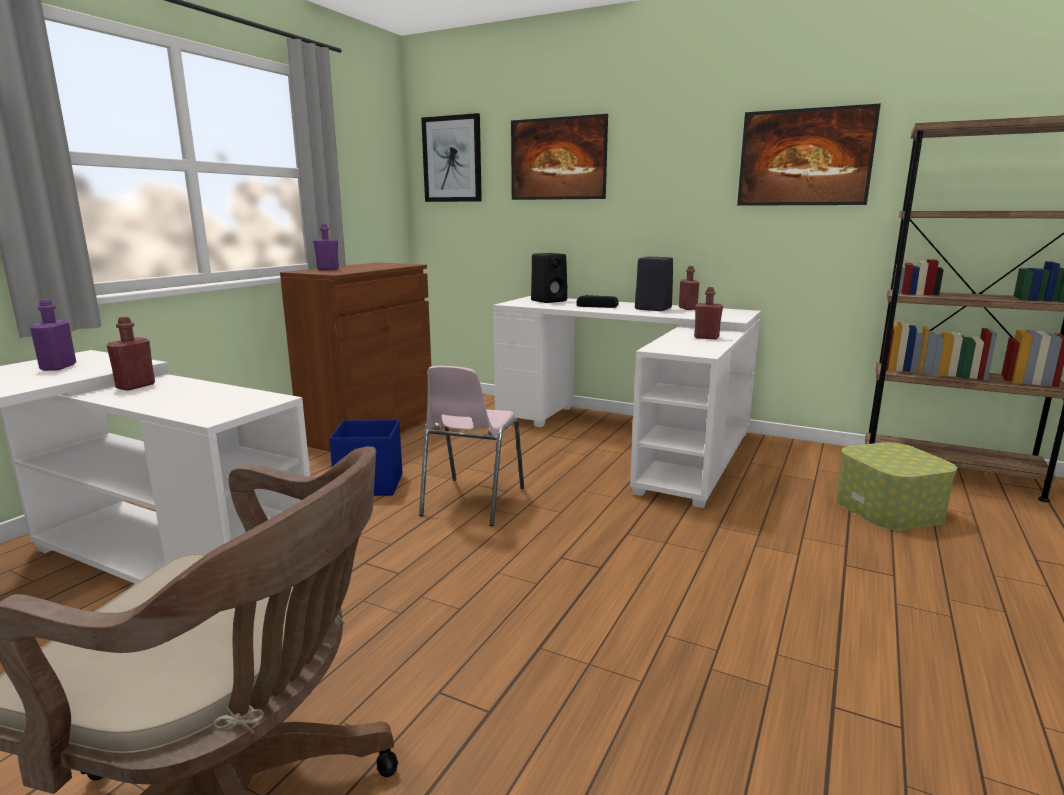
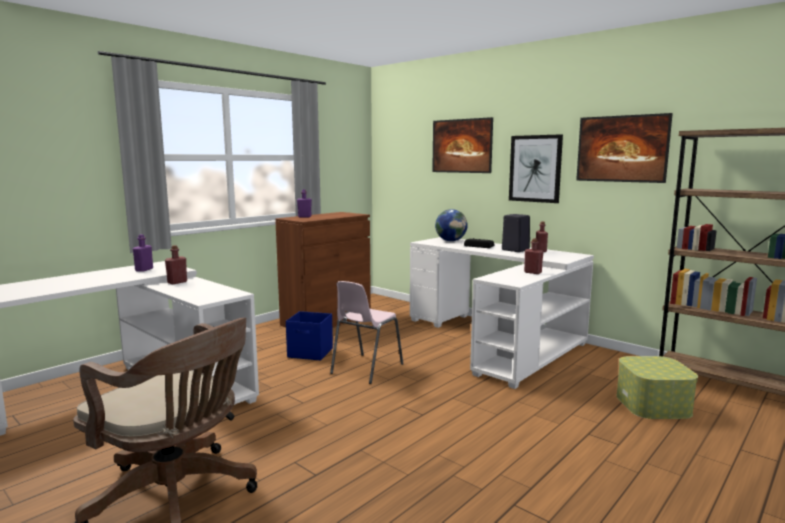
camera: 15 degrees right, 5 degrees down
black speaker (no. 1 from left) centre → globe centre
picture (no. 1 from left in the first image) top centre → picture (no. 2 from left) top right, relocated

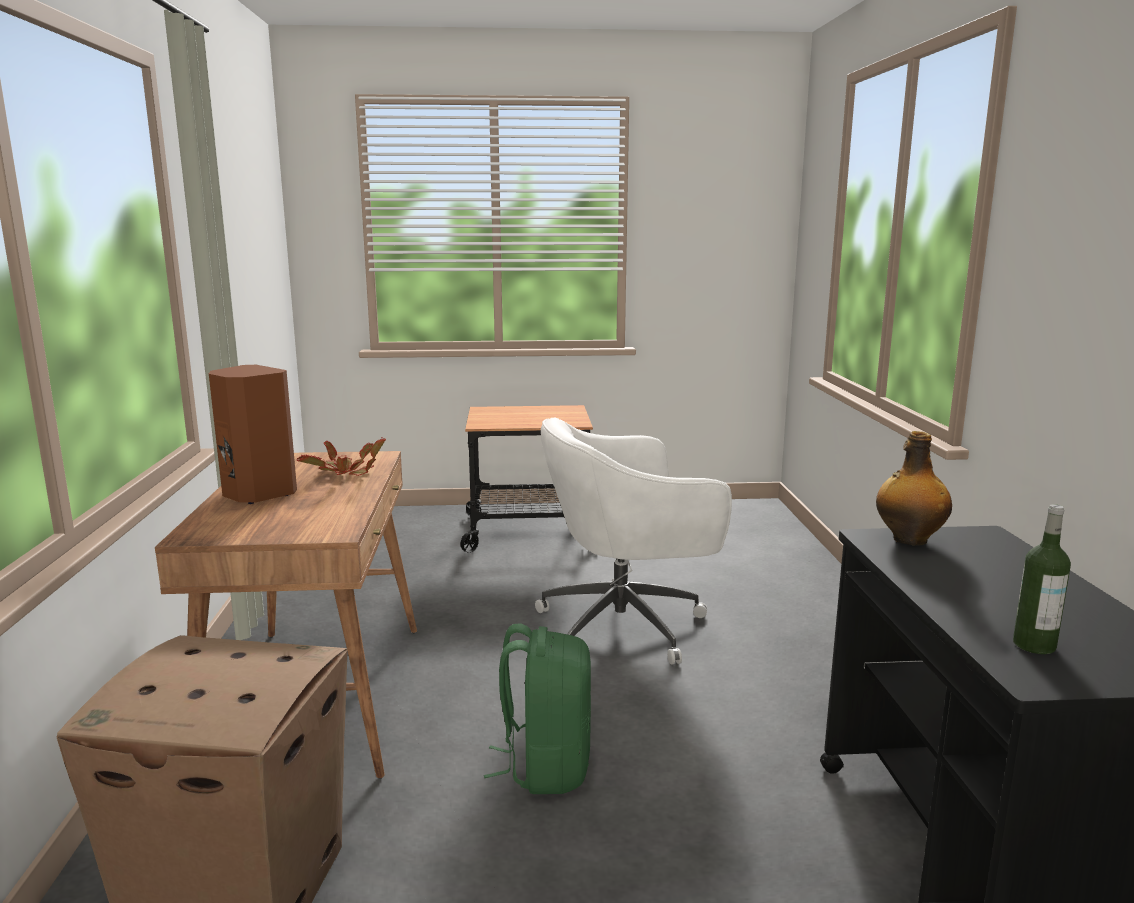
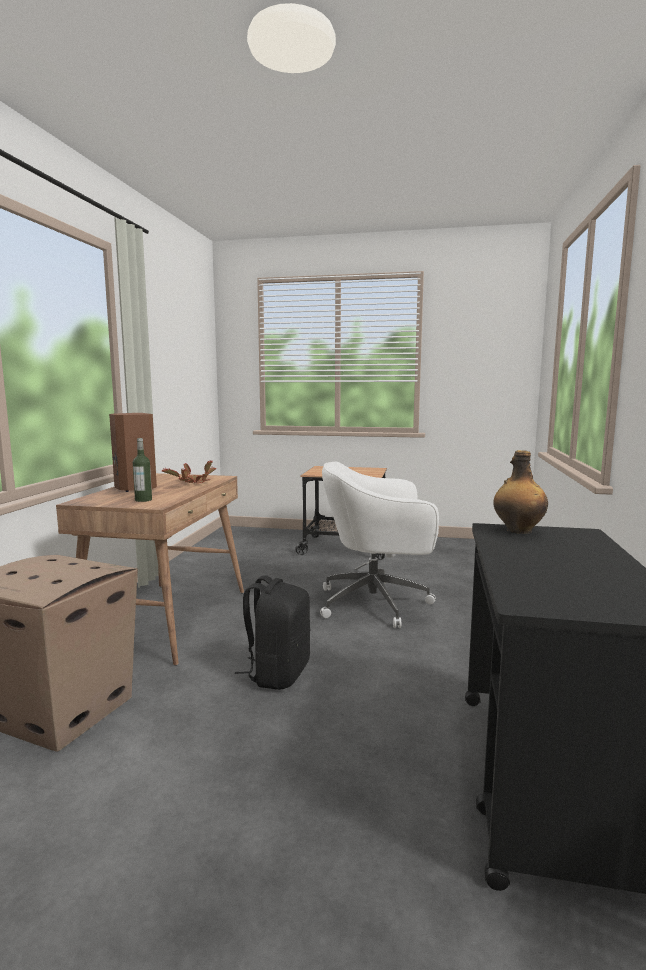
camera: 15 degrees right, 5 degrees down
bottle (no. 2 from left in the first image) middle right → bottle (no. 1 from left) middle left, relocated
green backpack bottom centre → black backpack centre

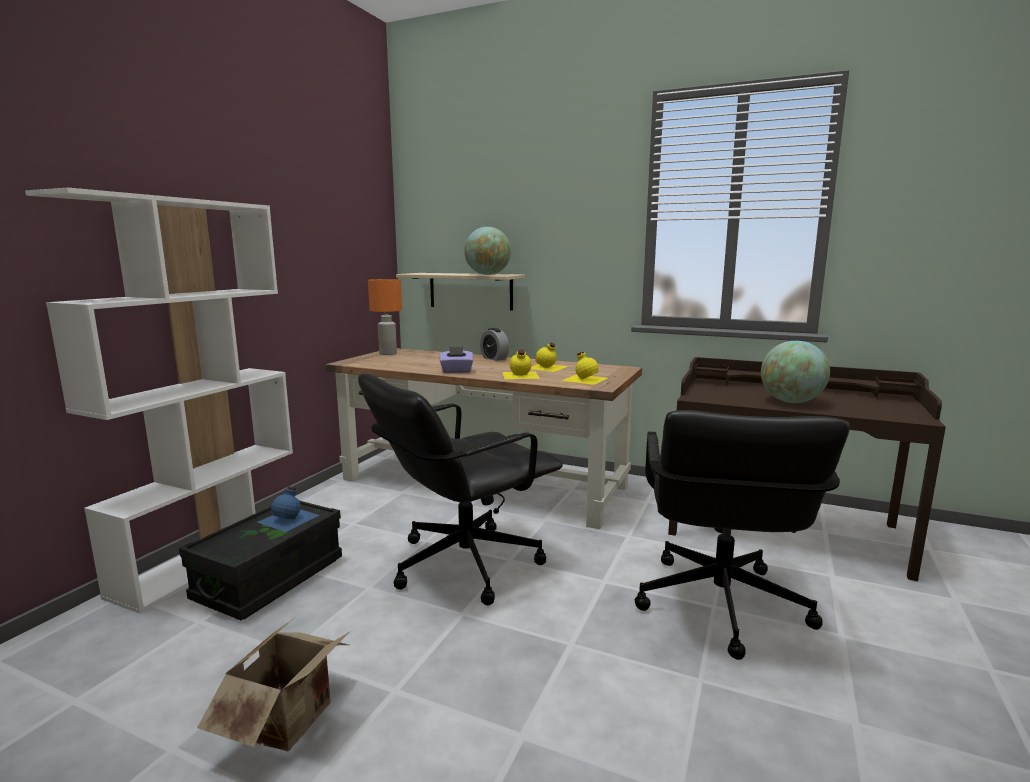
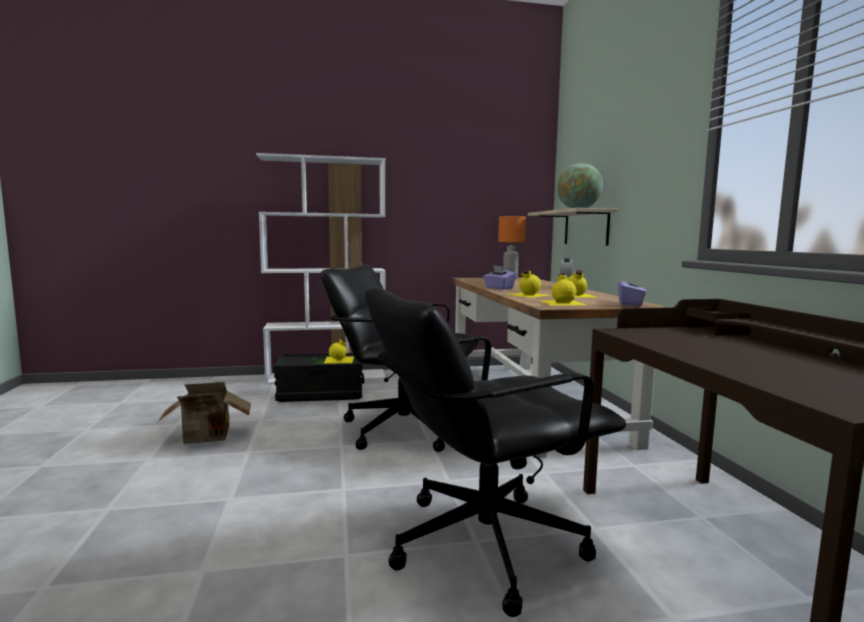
camera: 55 degrees right, 5 degrees down
blue bottle middle left → yellow bottle (no. 1 from left) centre
- → purple tissue box (no. 2 from left) middle right
globe (no. 2 from left) middle right → -

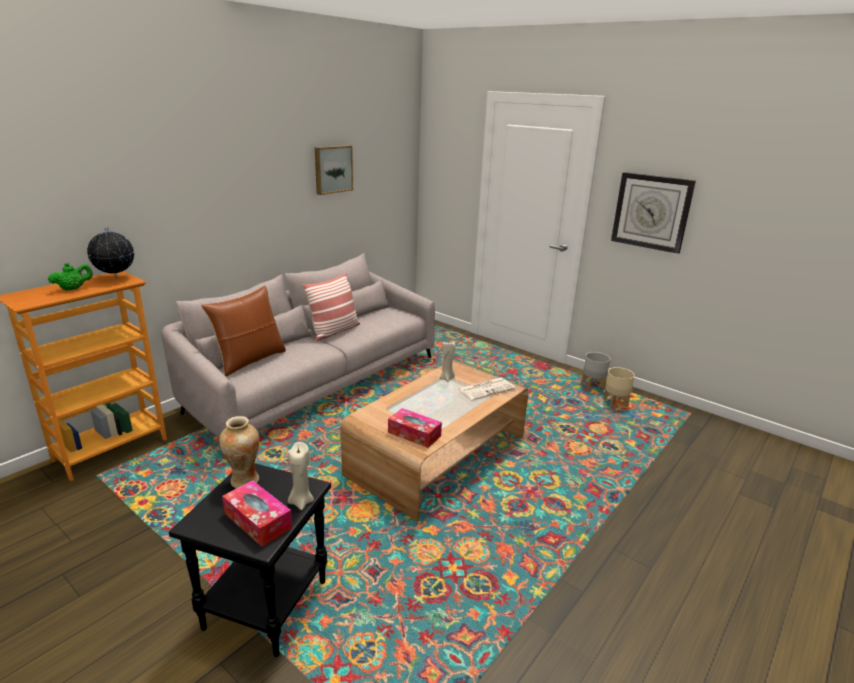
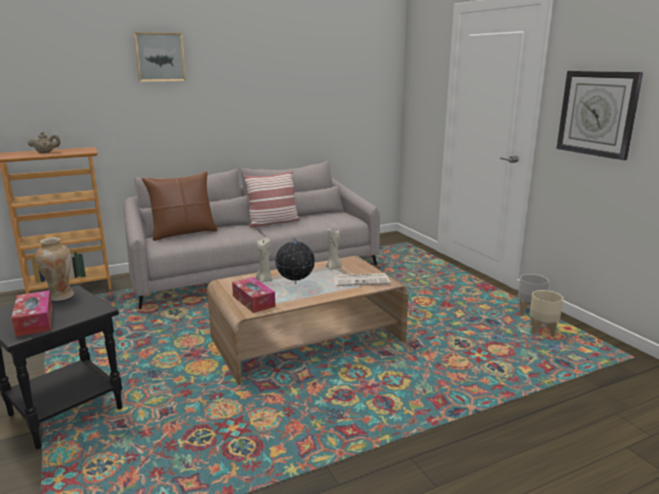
camera: 25 degrees right, 5 degrees down
green teapot middle left → beige teapot top left
picture top centre → picture top left, relocated
beige candle (no. 1 from left) bottom centre → beige candle (no. 1 from left) centre, relocated
globe middle left → globe centre, relocated

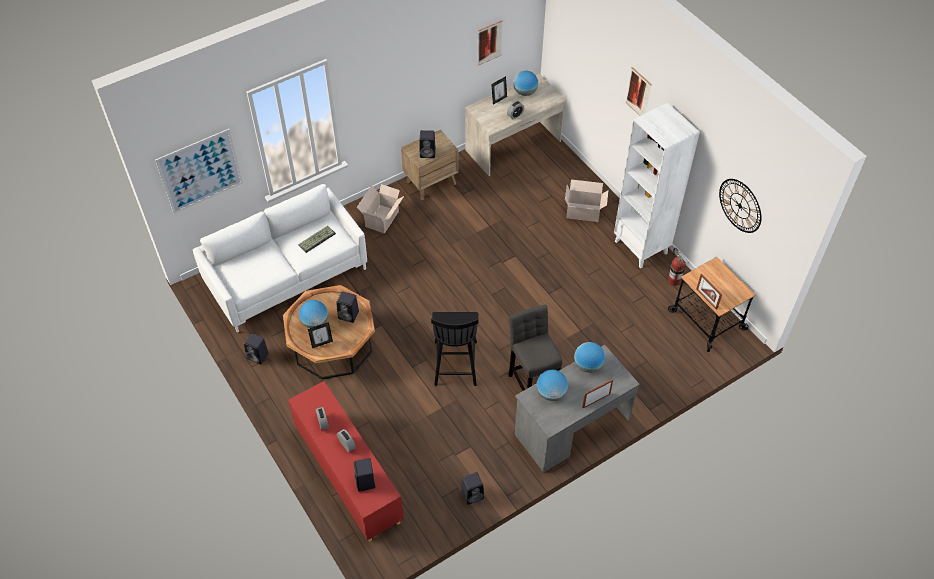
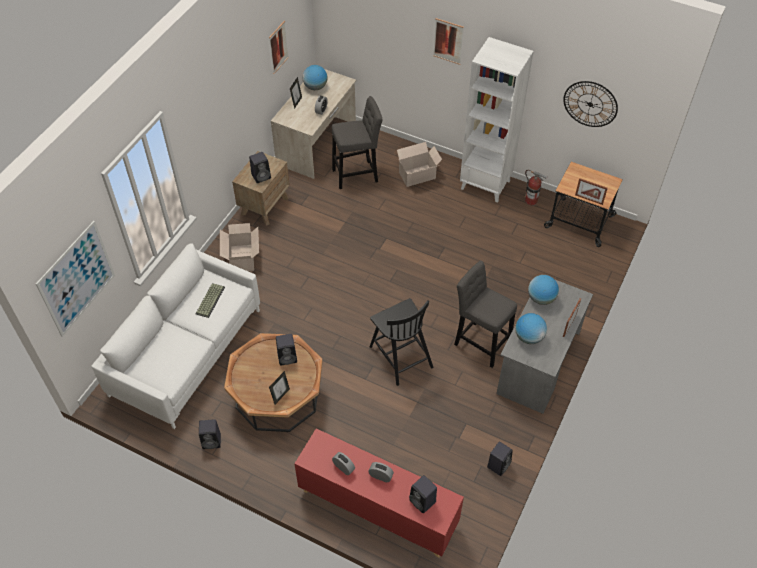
camera: 30 degrees left, 0 degrees up
- → grey stool (no. 1 from left) top centre
globe (no. 1 from left) centre → -

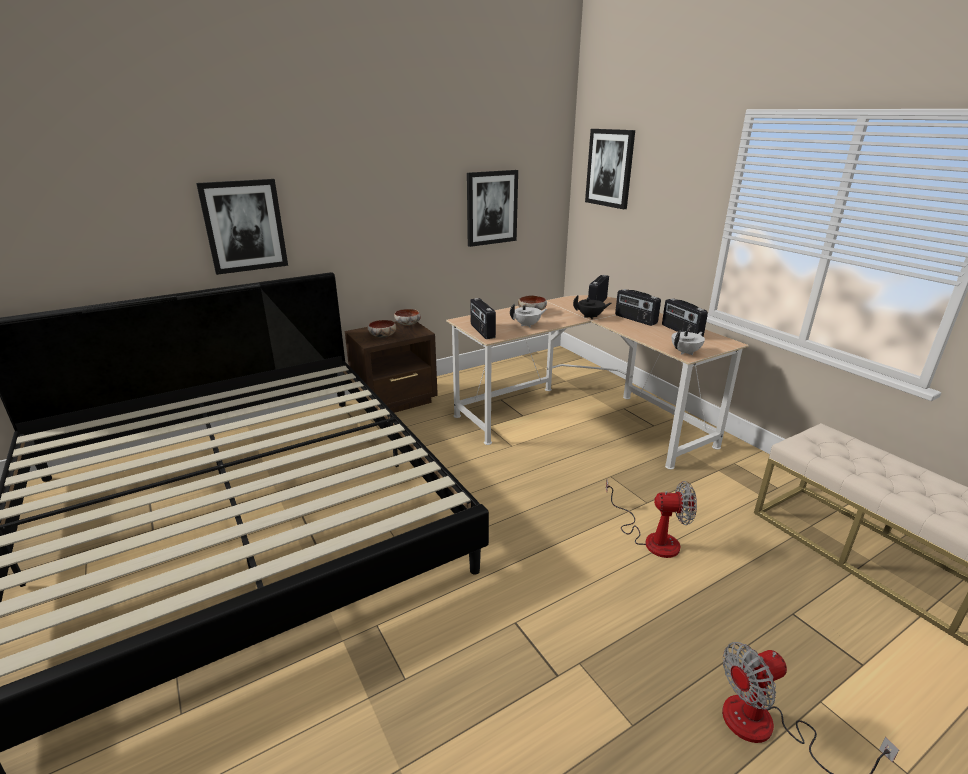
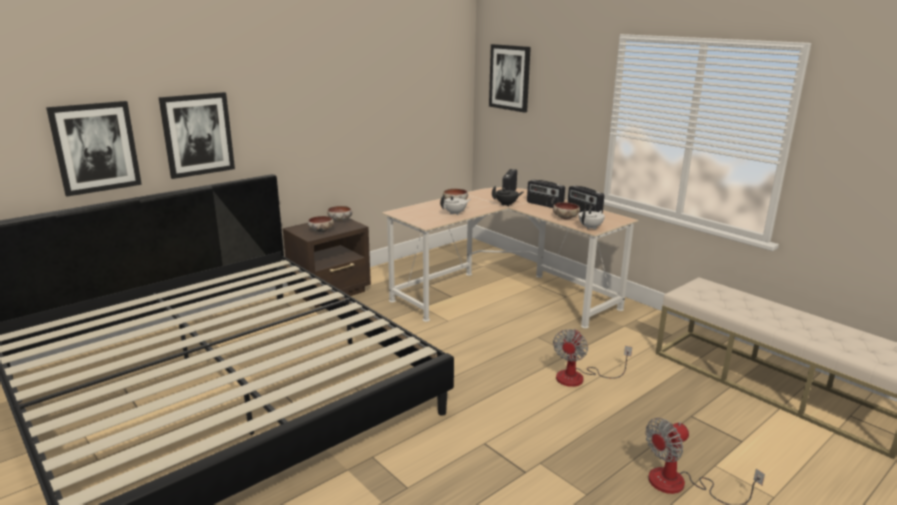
camera: 10 degrees left, 5 degrees down
picture (no. 2 from left in the first image) top centre → picture (no. 1 from left) top left, relocated
- → bowl (no. 4 from left) centre
fan (no. 1 from left) bottom right → fan (no. 1 from left) bottom centre, 120 degrees clockwise
radio (no. 1 from left) centre → -

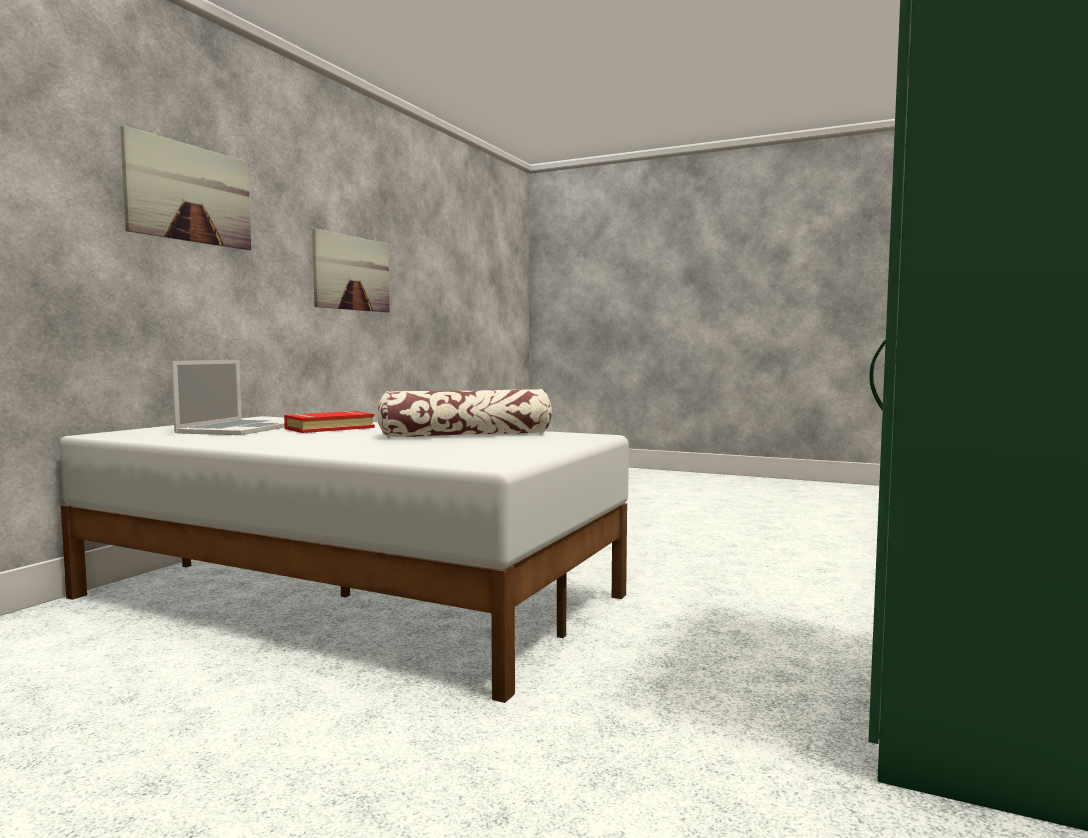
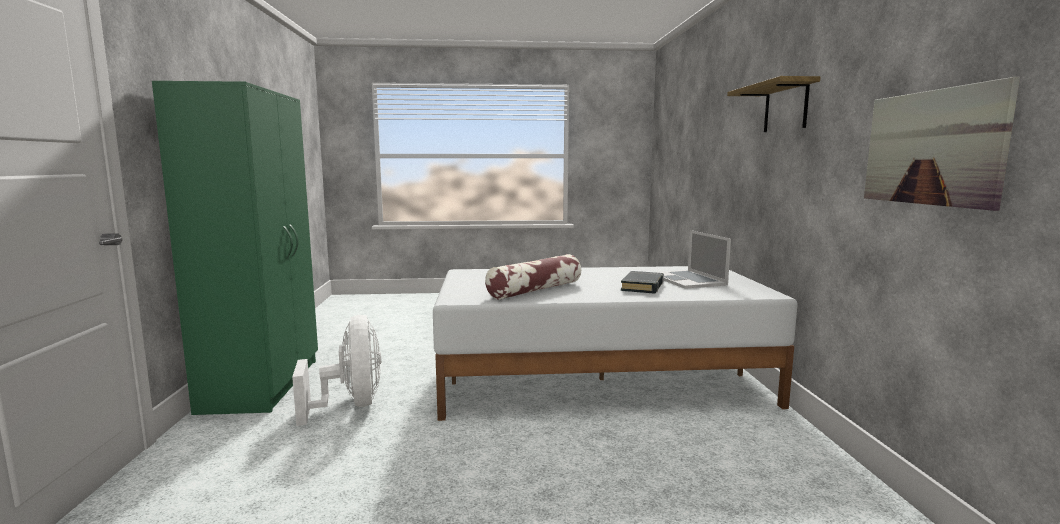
camera: 150 degrees right, 5 degrees up
- → white fan bottom left
red book middle left → black book centre
picture (no. 1 from left) top left → shelf top right

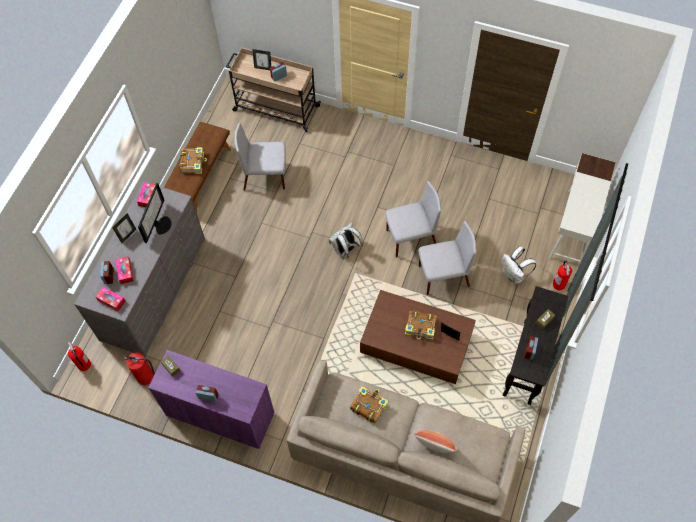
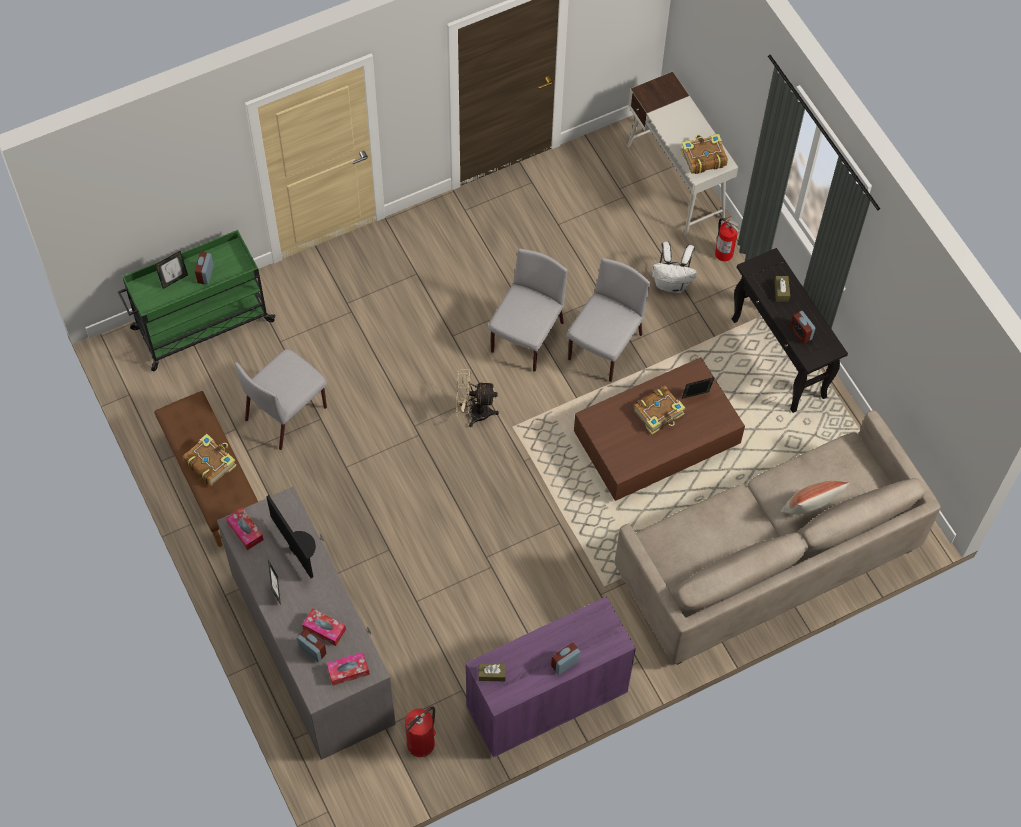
camera: 50 degrees left, 0 degrees up
beige cart top centre → green cart middle left
white backpack (no. 1 from left) centre → beige fan centre
book (no. 2 from left in the first image) bottom centre → book (no. 3 from left) top right, relocated
fire extinguisher (no. 1 from left) bottom left → -

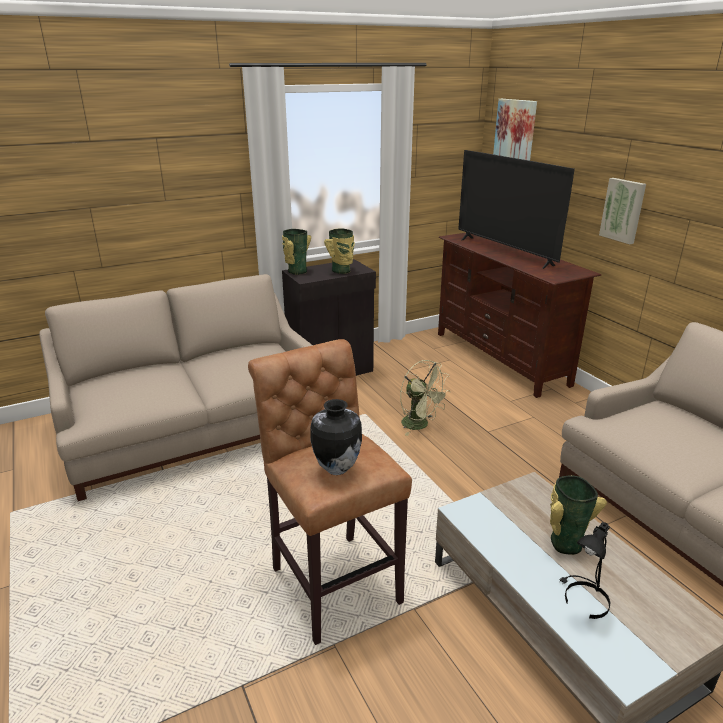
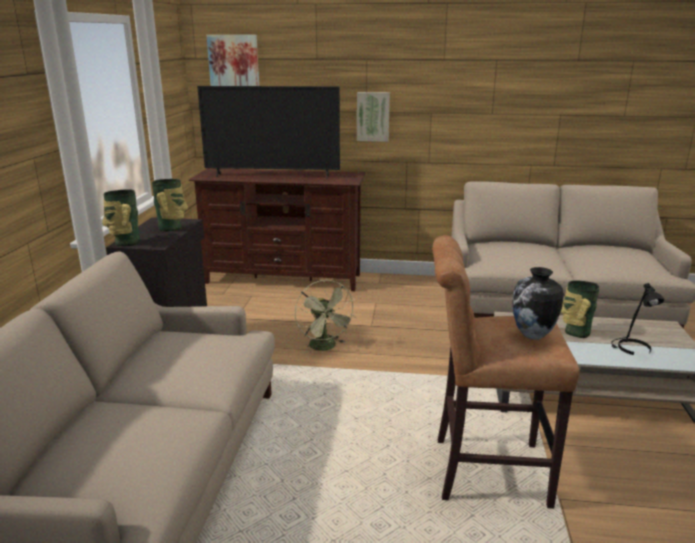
camera: 55 degrees left, 5 degrees down
green fan centre, 75 degrees clockwise

